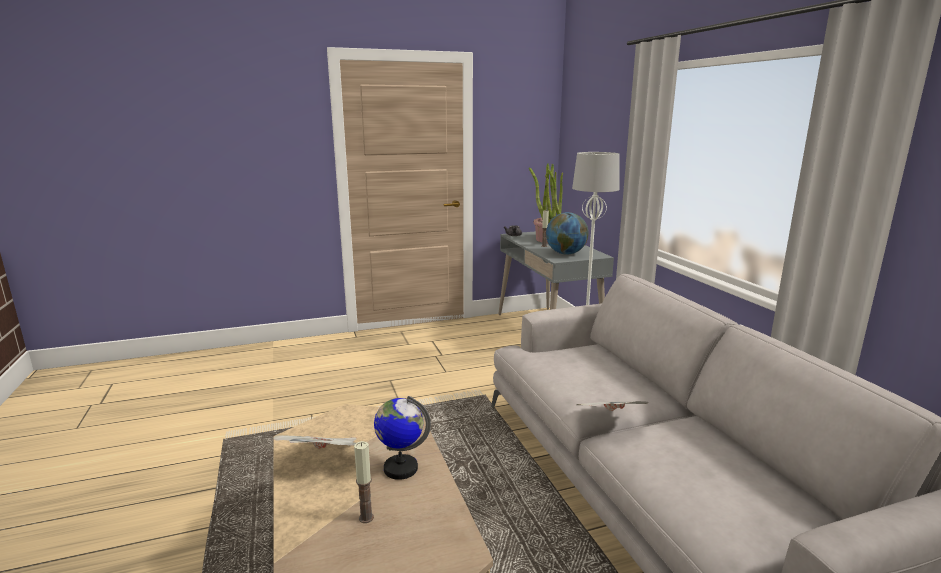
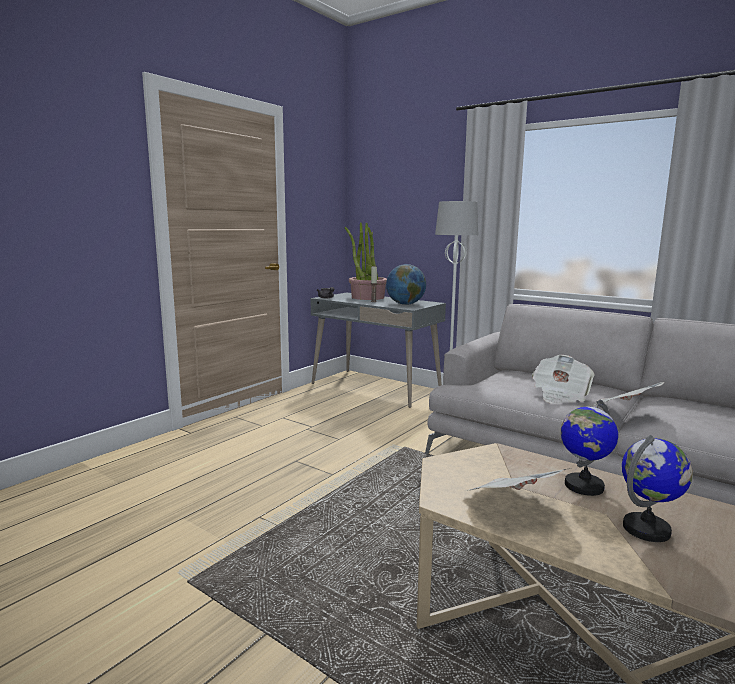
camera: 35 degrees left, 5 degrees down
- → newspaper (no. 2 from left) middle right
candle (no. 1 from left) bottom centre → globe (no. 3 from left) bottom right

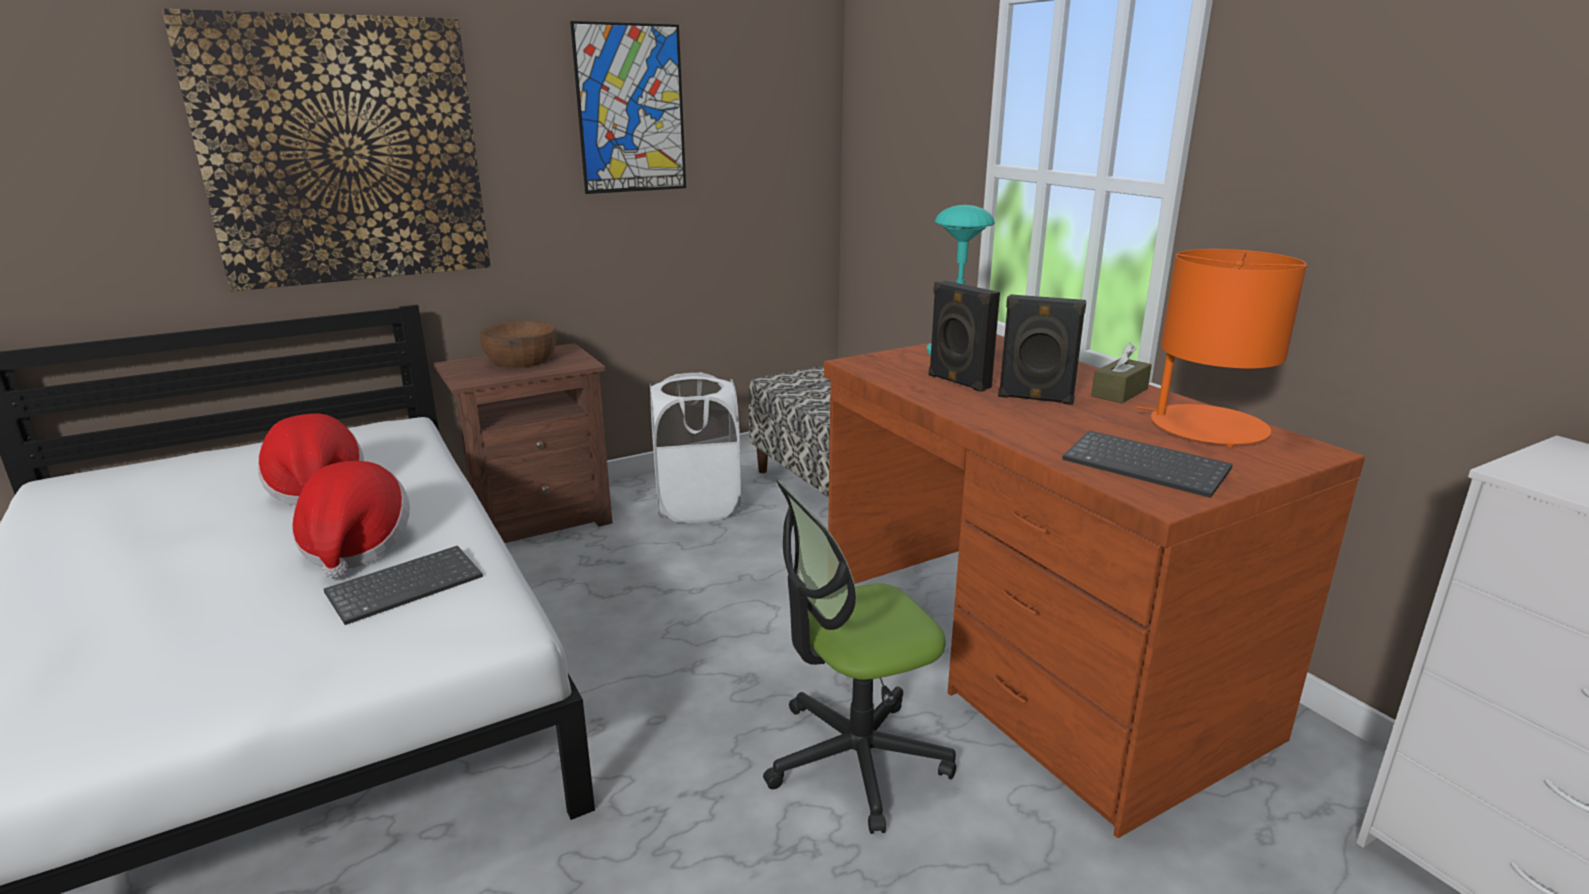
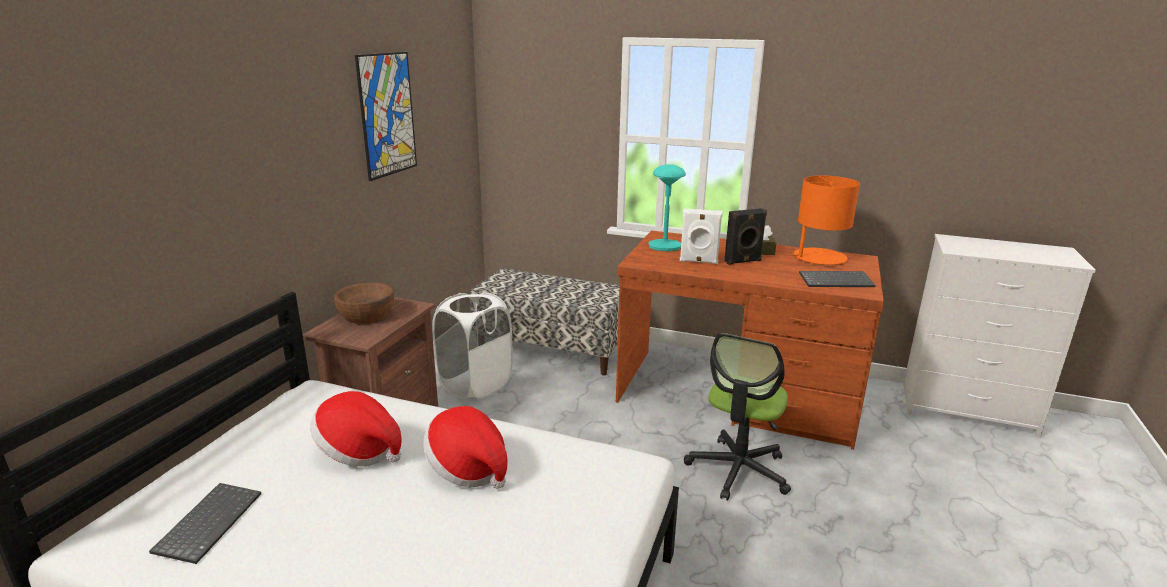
camera: 40 degrees left, 0 degrees up
keyboard (no. 1 from left) middle left → keyboard (no. 1 from left) bottom left, relocated
black speaker (no. 1 from left) centre → white speaker centre
picture (no. 1 from left) top left → -

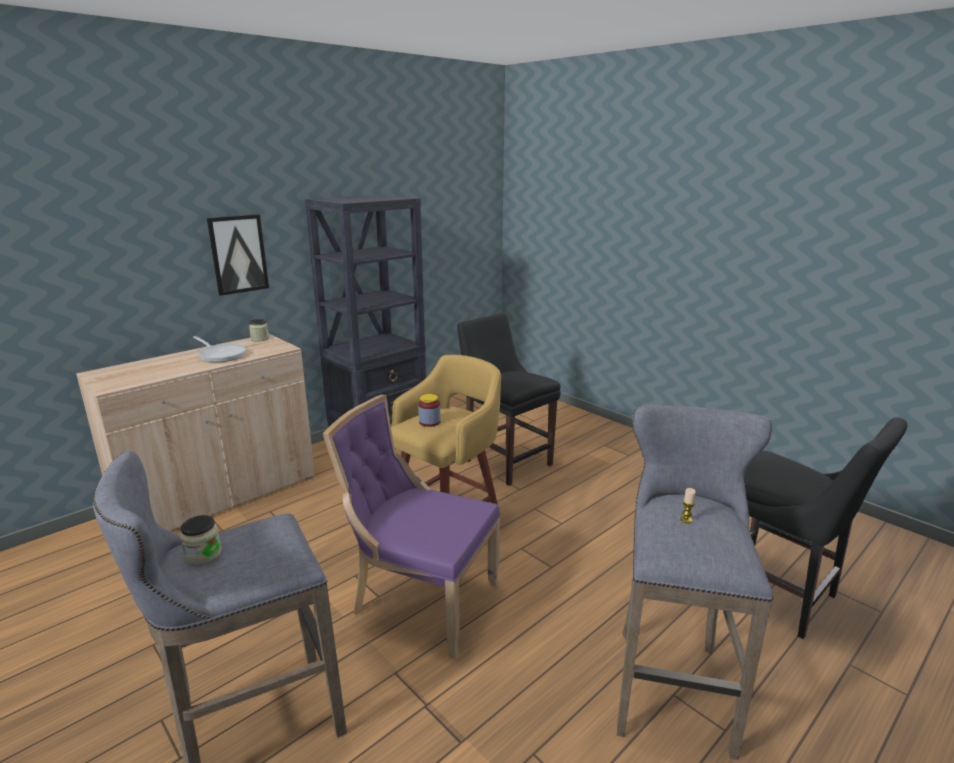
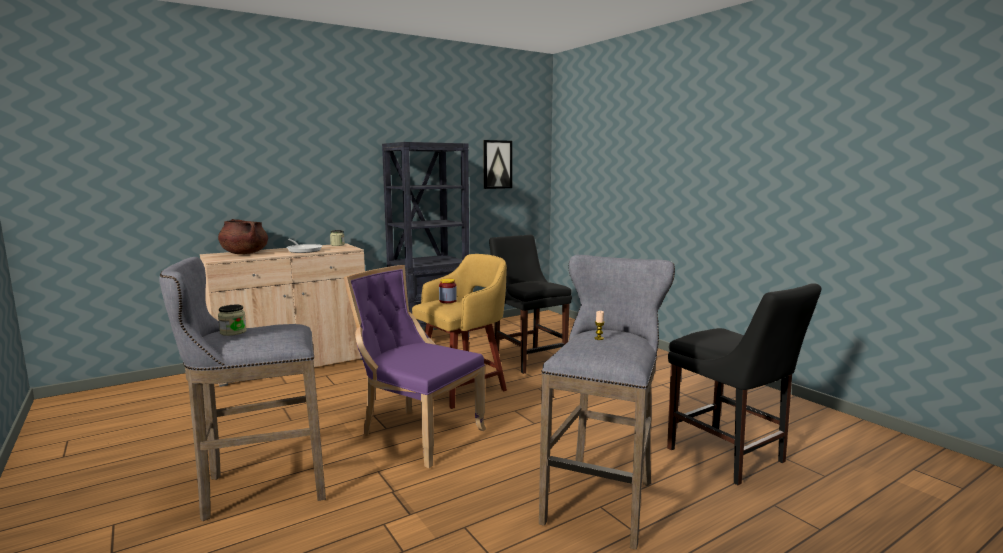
camera: 10 degrees right, 10 degrees down
- → brown cooking pot middle left
picture middle left → picture top centre, relocated

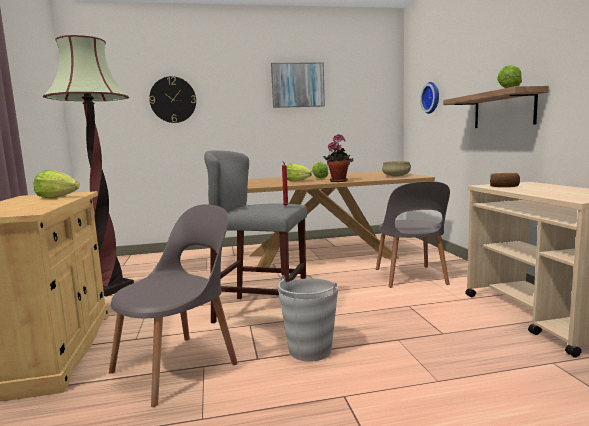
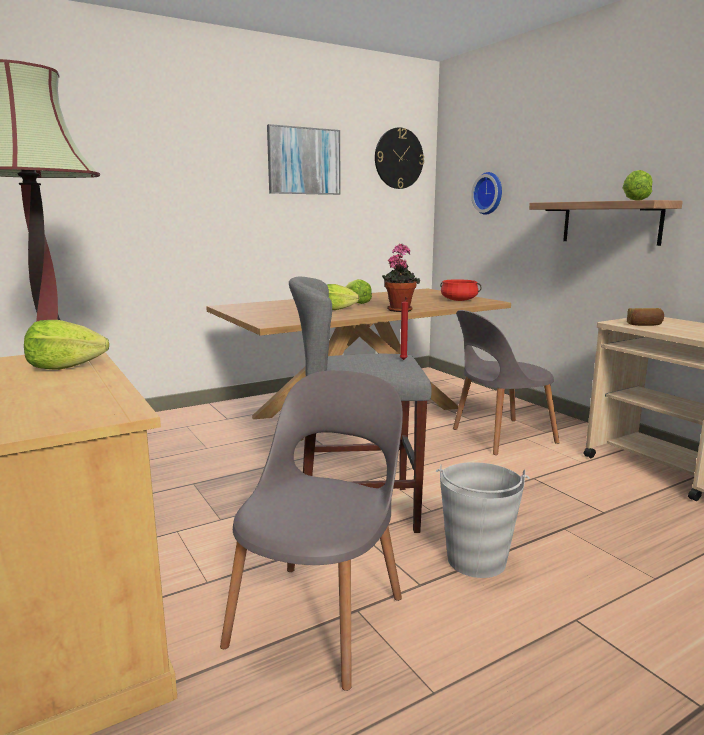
camera: 20 degrees left, 5 degrees up
wall clock (no. 1 from left) top left → wall clock (no. 1 from left) top centre, relocated
beige cooking pot middle right → red cooking pot centre
grey chair (no. 2 from left) middle right, 90 degrees clockwise

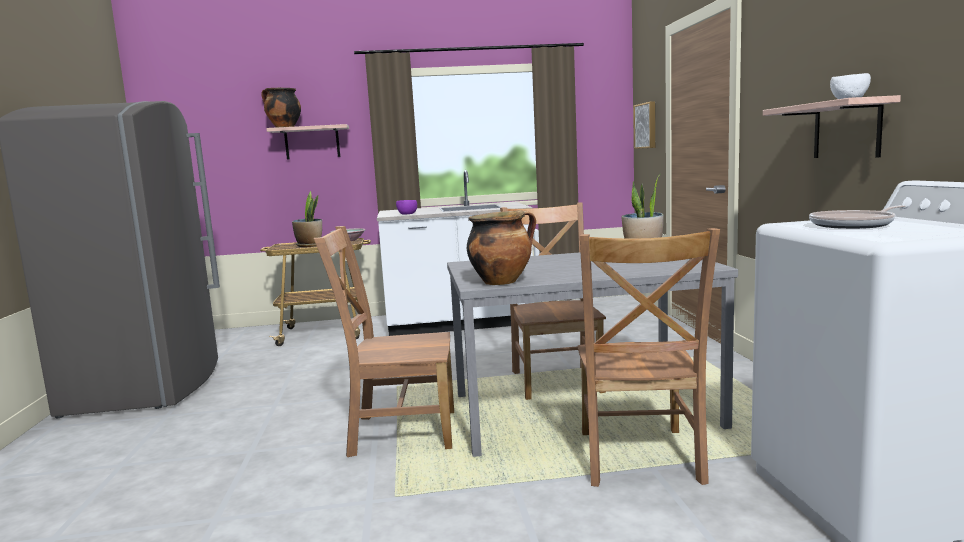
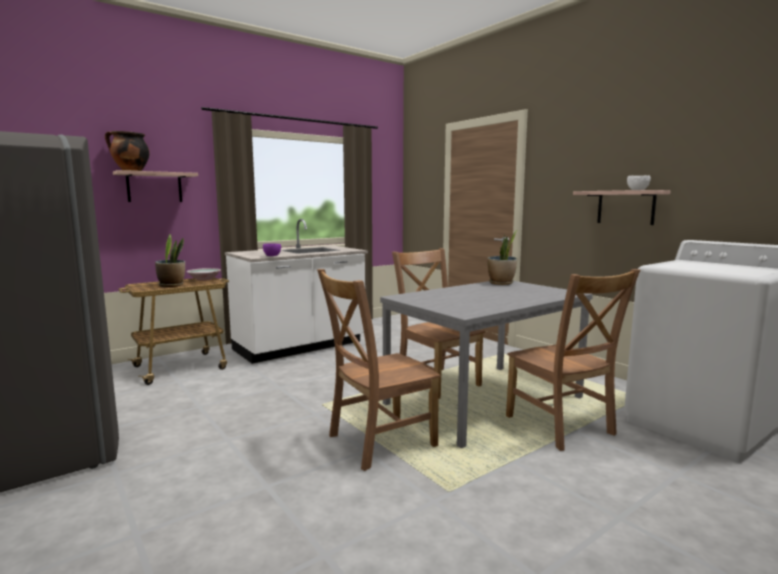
camera: 30 degrees left, 0 degrees up
cooking pot (no. 2 from left) centre → -
picture top right → -
frying pan middle right → -

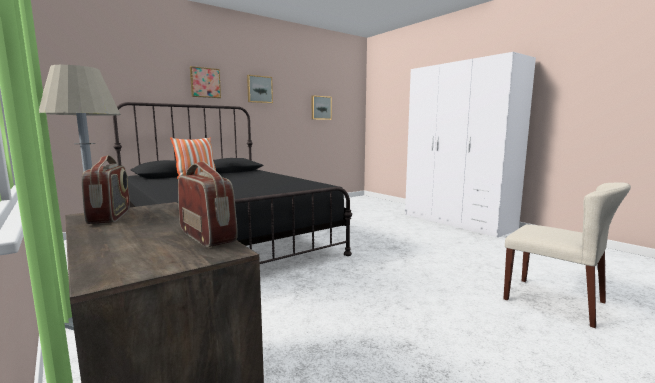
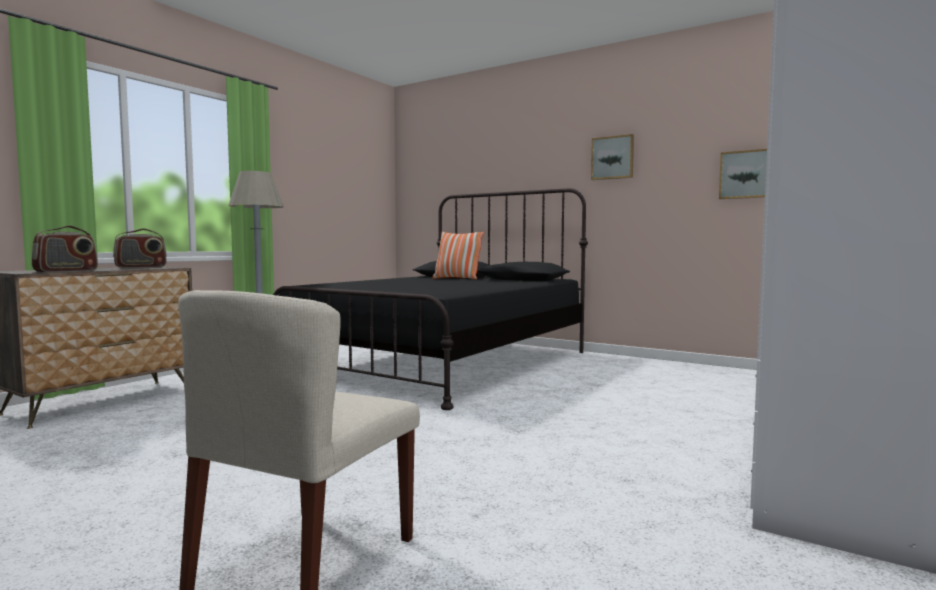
camera: 70 degrees right, 5 degrees down
picture (no. 1 from left) top left → -

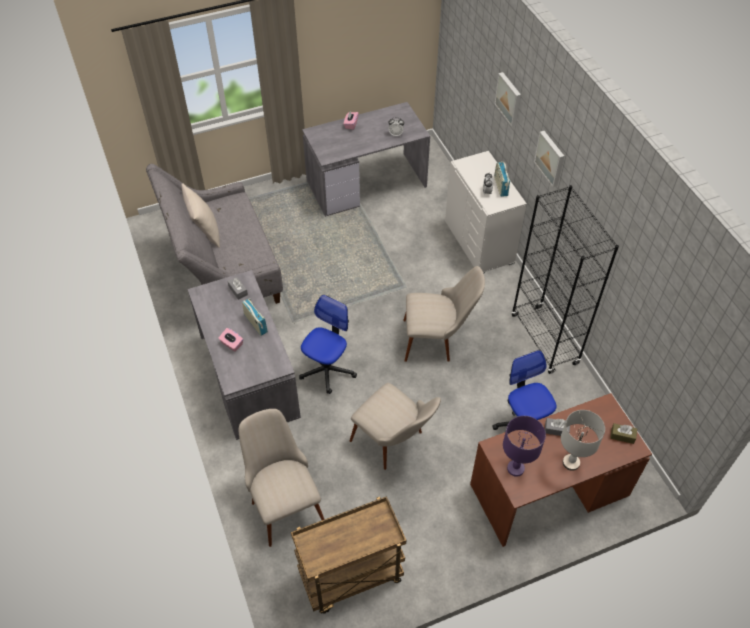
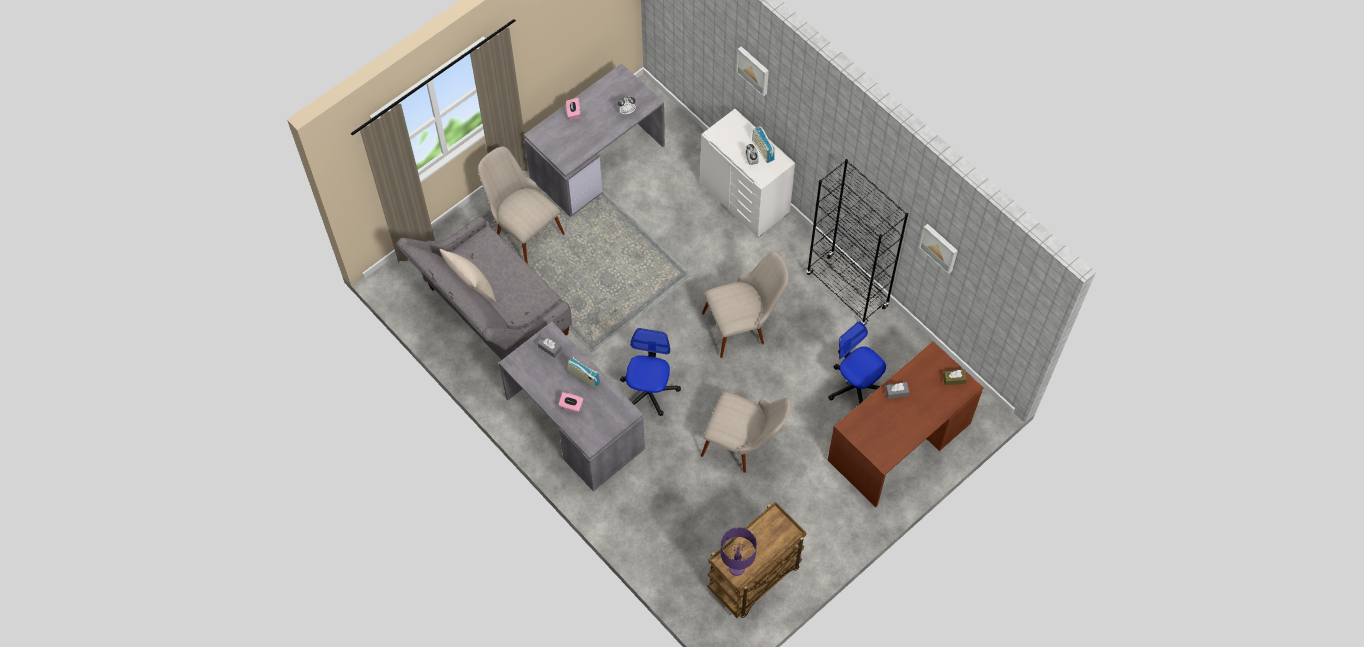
camera: 20 degrees left, 10 degrees up
beige chair (no. 1 from left) bottom centre → beige chair (no. 1 from left) top centre, relocated
purple table lamp bottom right → purple table lamp bottom centre, relocated
picture (no. 2 from left) top right → picture (no. 2 from left) middle right, relocated
grey table lamp bottom right → -

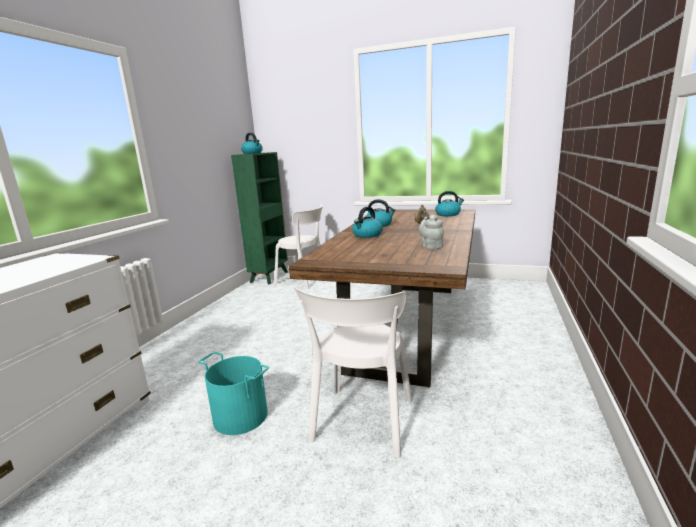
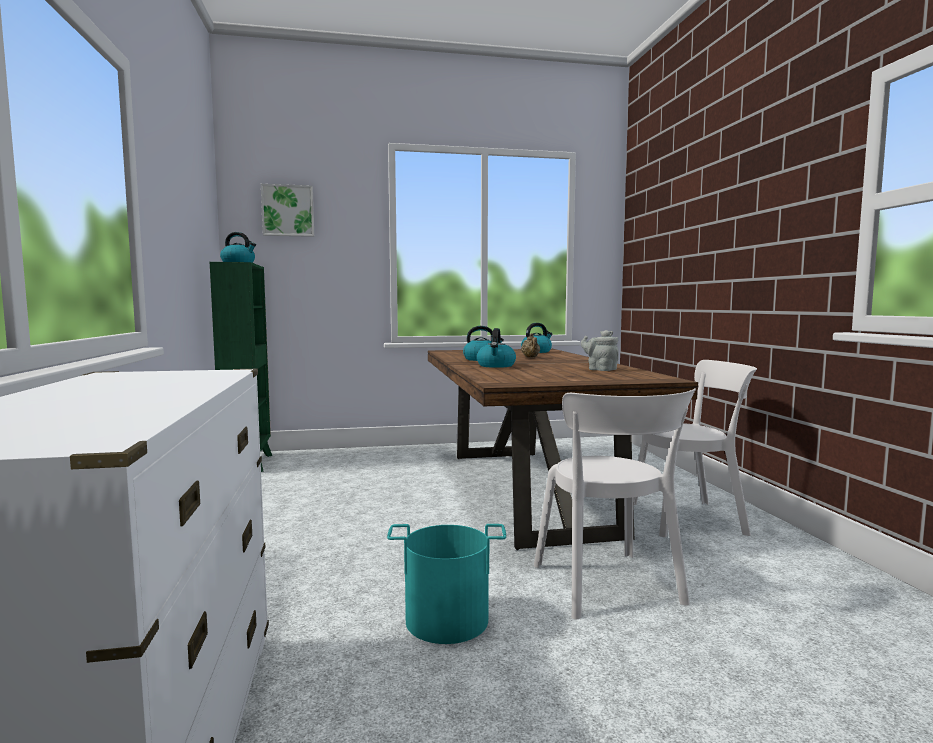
camera: 30 degrees left, 10 degrees down
- → picture top left
white chair (no. 1 from left in the first image) centre → white chair (no. 2 from left) middle right, relocated

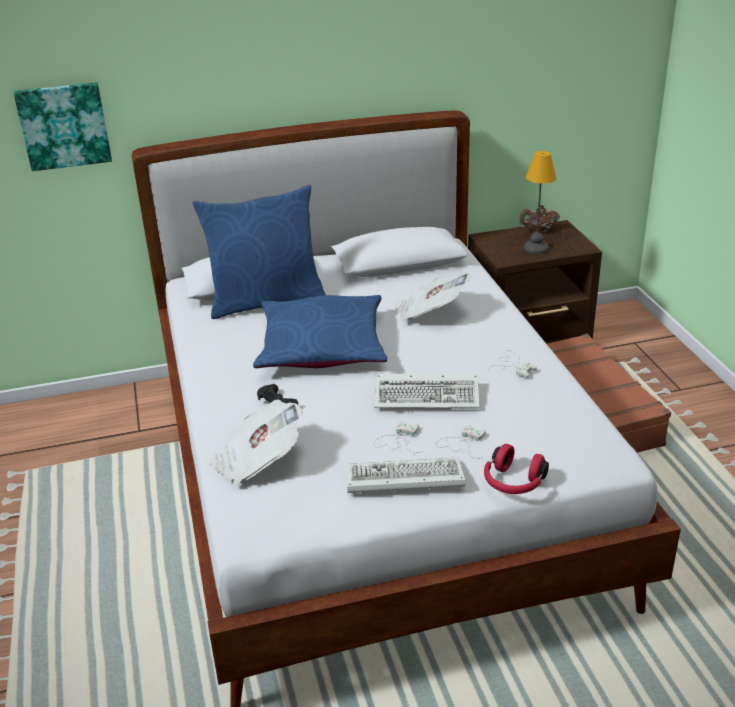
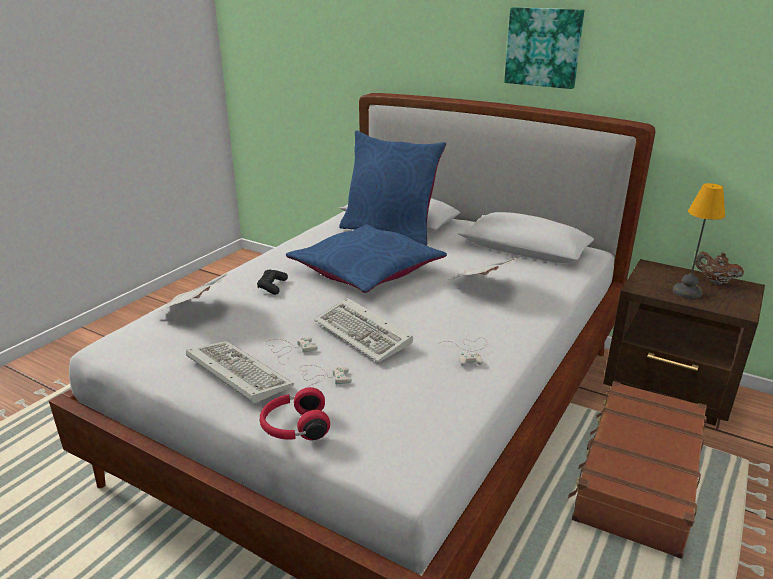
camera: 45 degrees right, 5 degrees down
picture top left → picture top right, relocated

